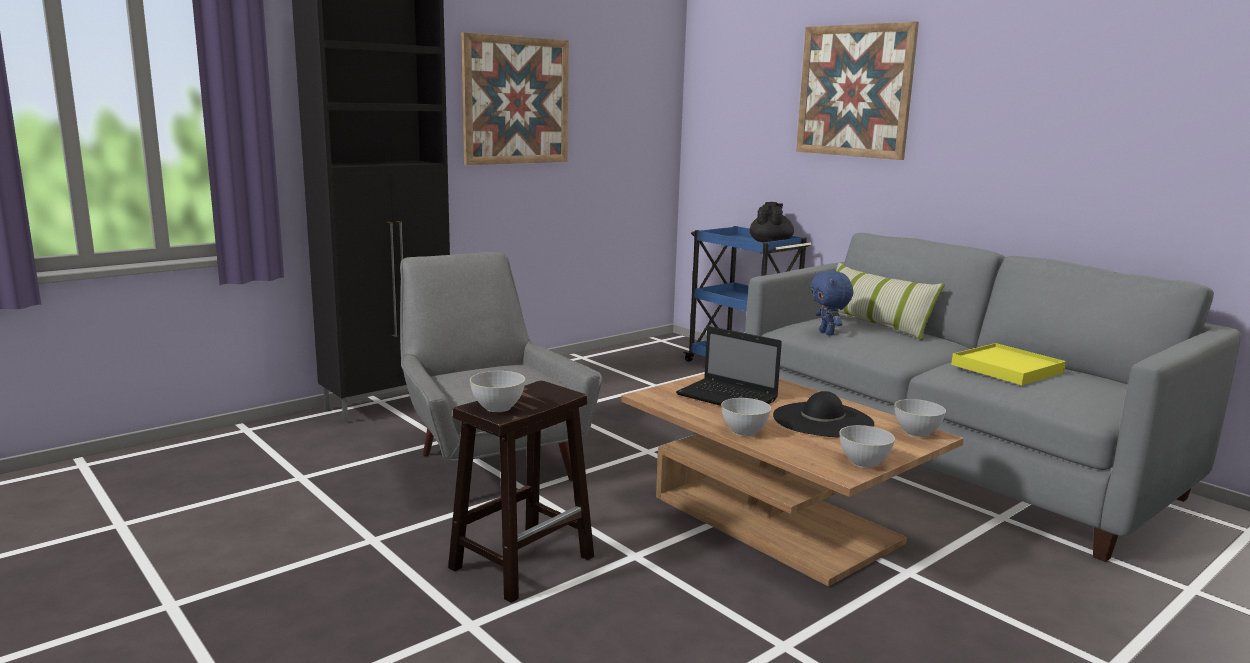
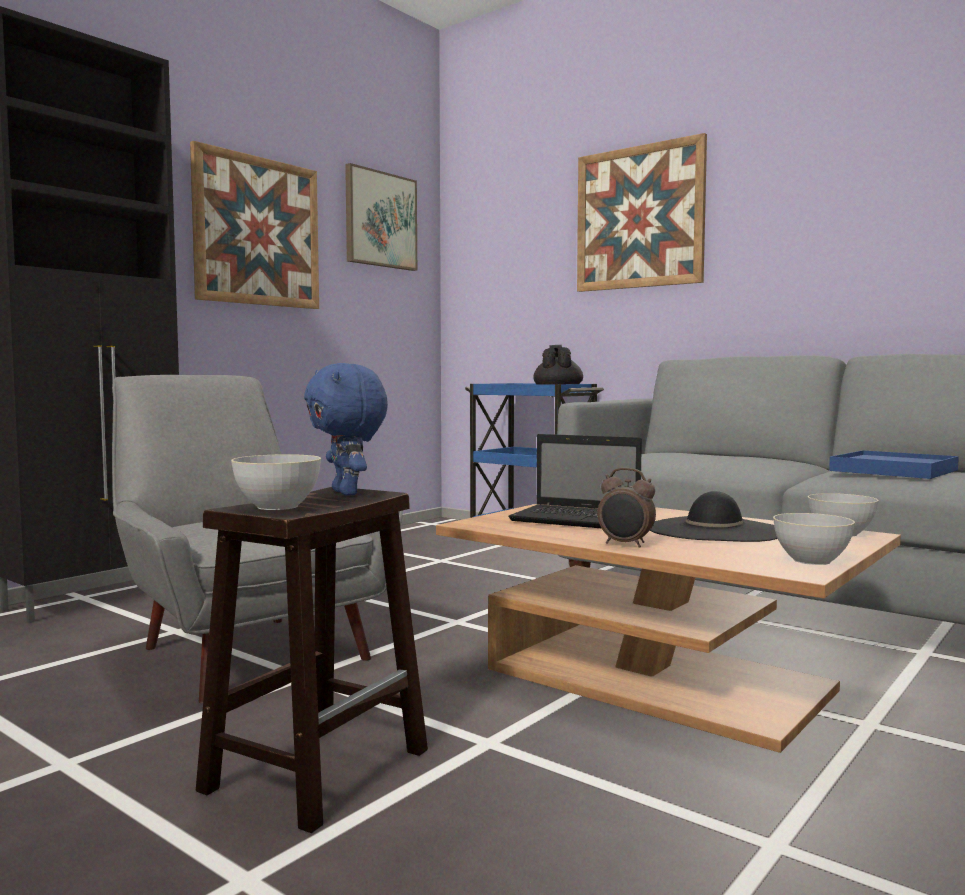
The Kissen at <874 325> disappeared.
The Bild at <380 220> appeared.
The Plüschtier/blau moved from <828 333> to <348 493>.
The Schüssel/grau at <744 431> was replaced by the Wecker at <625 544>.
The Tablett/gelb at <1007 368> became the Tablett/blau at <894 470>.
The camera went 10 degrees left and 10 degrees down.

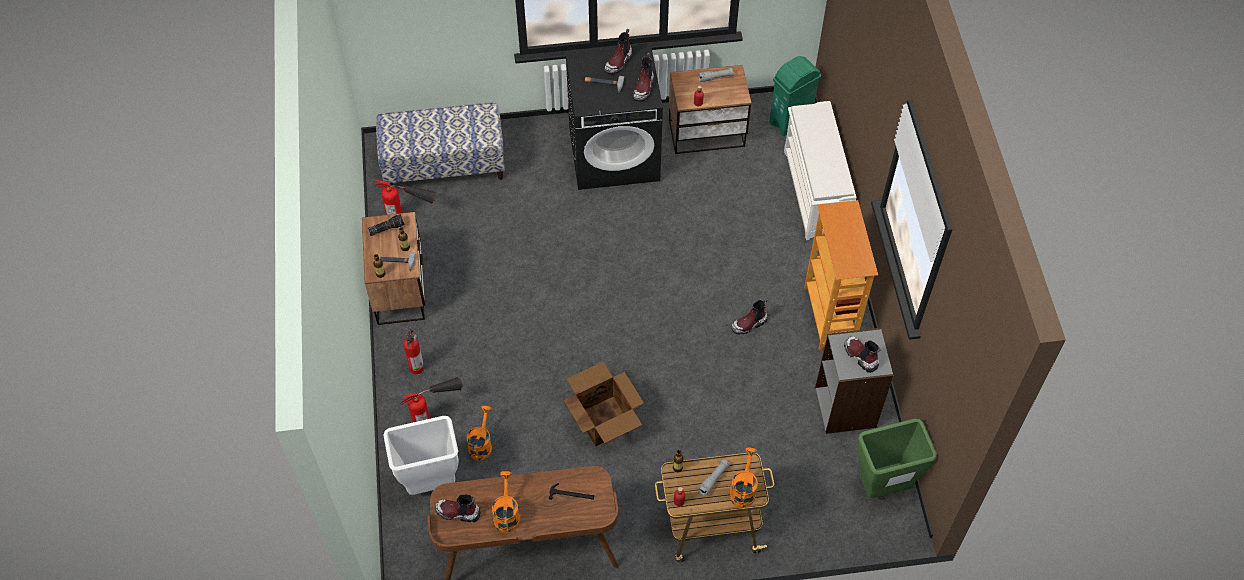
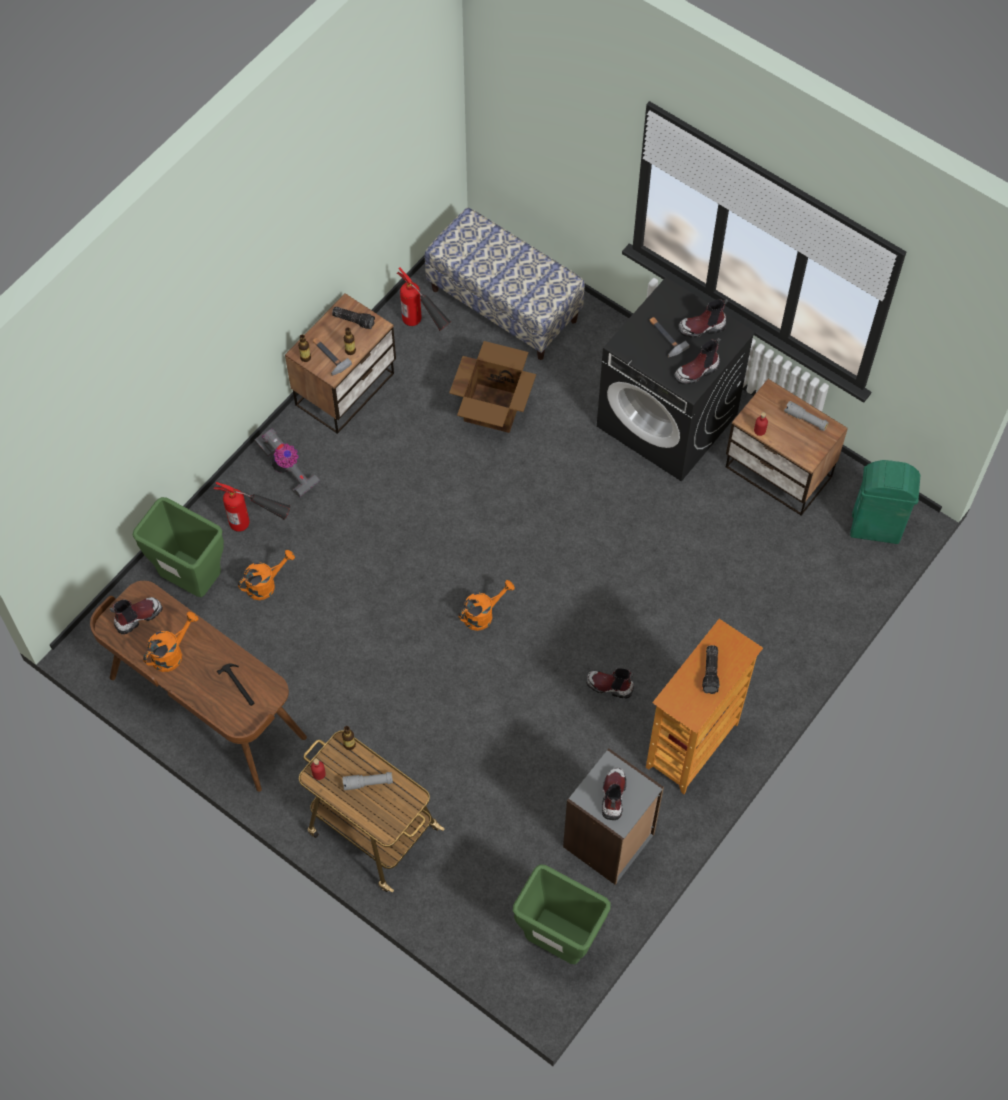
The Schuhregal/weiß at <814 193> disappeared.
The Taschenlampe at <711 672> appeared.
The Karton moved from <604 420> to <493 407>.
The Gießkanne/orange moved from <743 489> to <483 614>.
The Feuerlöscher at <416 366> was replaced by the Staubsauger at <287 470>.
The Mülleimer/weiß at <432 483> became the Mülleimer/grün at <193 581>.
The Stiefel at <458 512> turned 90 degrees clockwise.
The camera went 45 degrees right and 5 degrees up.

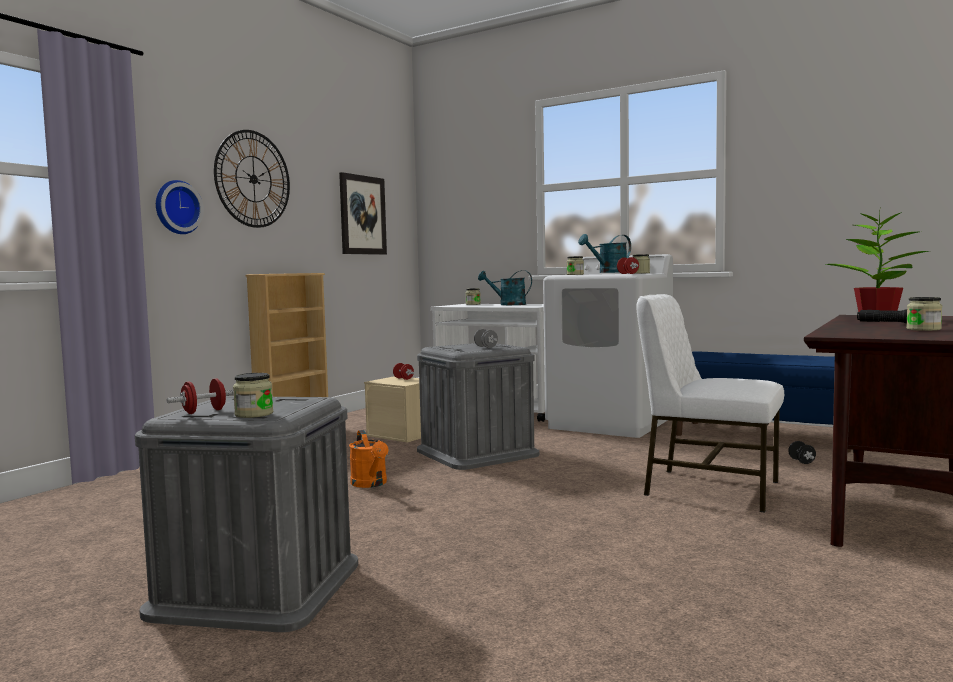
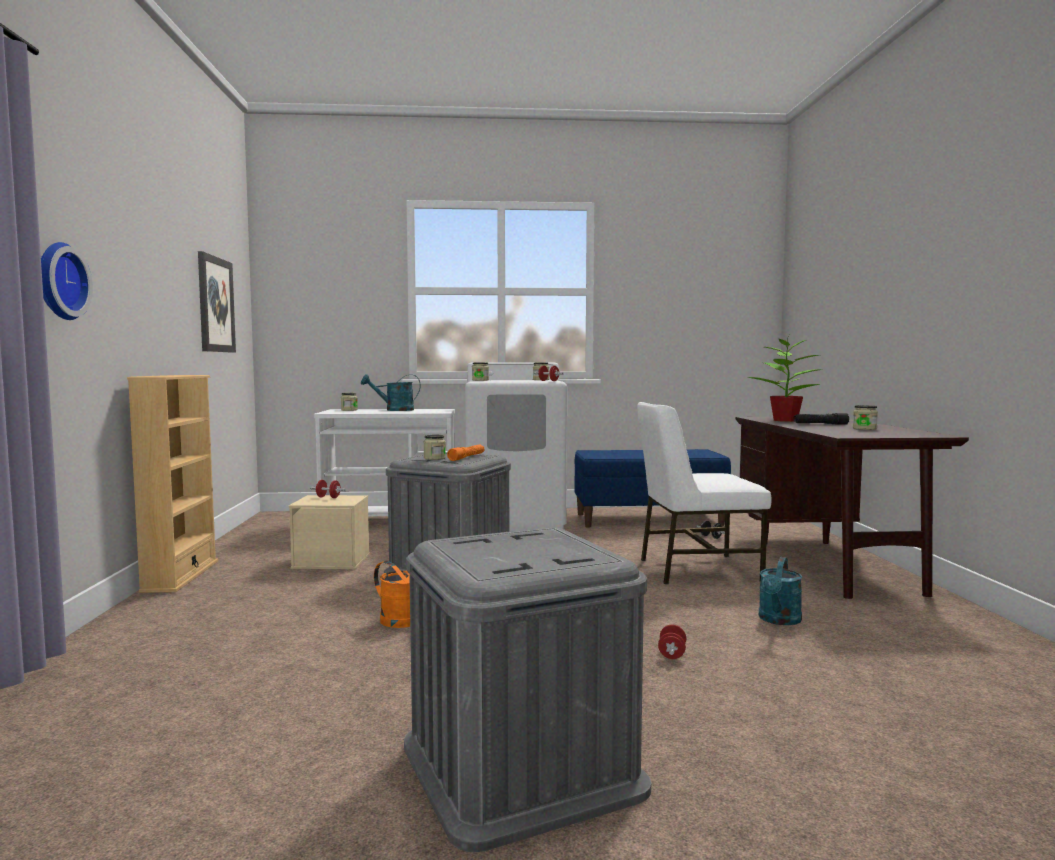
The Wanduhr at <253 179> disappeared.
The Hantel/rot moved from <204 412> to <672 654>.
The Vorratsglas moved from <254 414> to <434 458>.
The Gießkanne/türkis moved from <608 272> to <778 620>.
The Hantel/grau at <486 347> was replaced by the Taschenlampe/orange at <466 457>.
The camera went 35 degrees left and 0 degrees up.

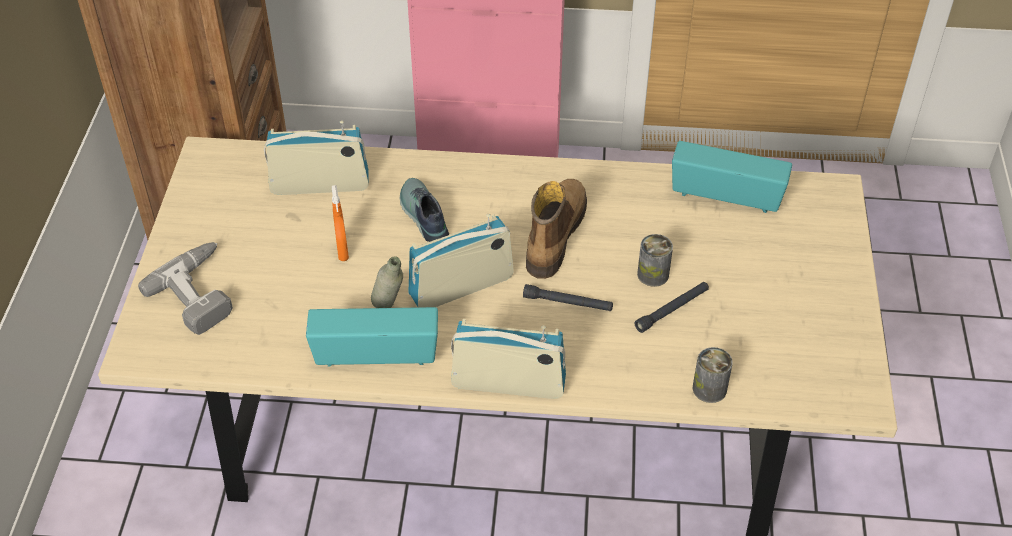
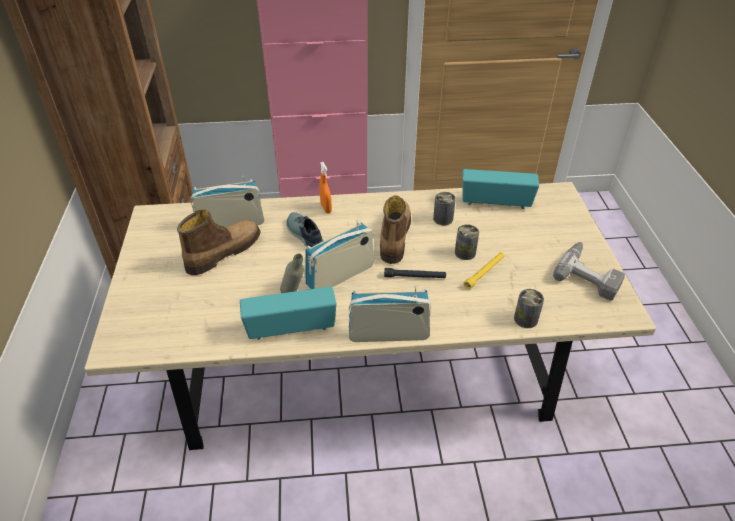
The Stiefel at <223 252> appeared.
The Dose at <443 219> appeared.
The Bohrmaschine moved from <202 293> to <590 274>.
The Sprühflasche/orange moved from <342 251> to <326 208>.
The Taschenlampe/schwarz at <672 310> became the Taschenlampe/gelb at <484 272>.
The camera went 10 degrees left and 5 degrees down.

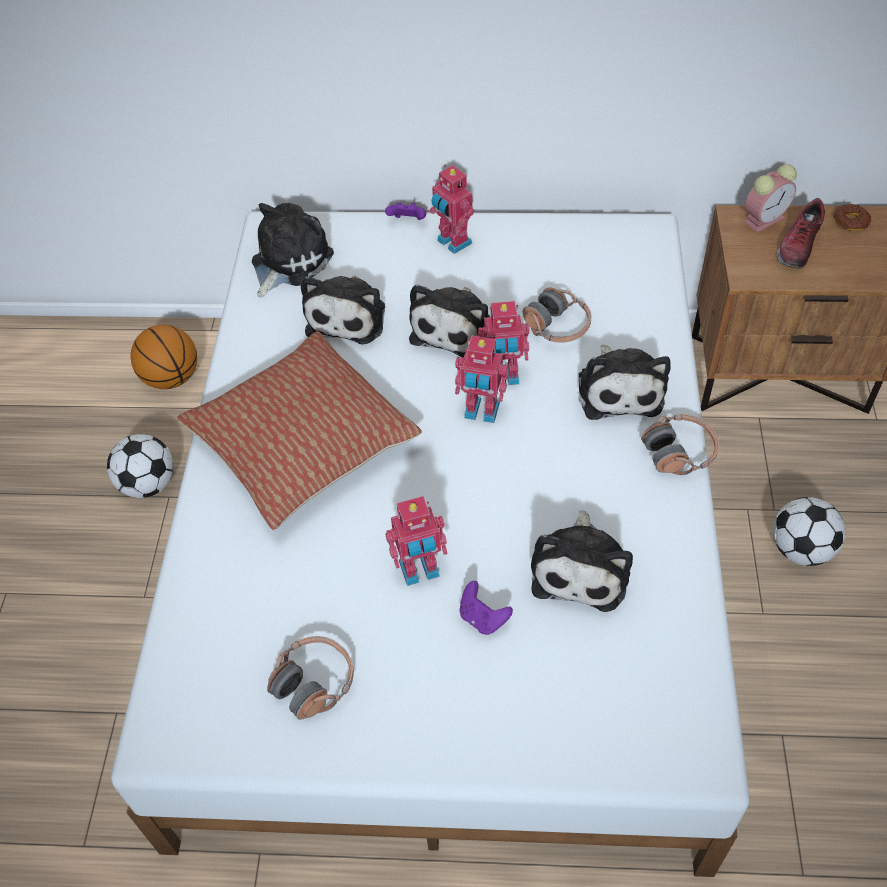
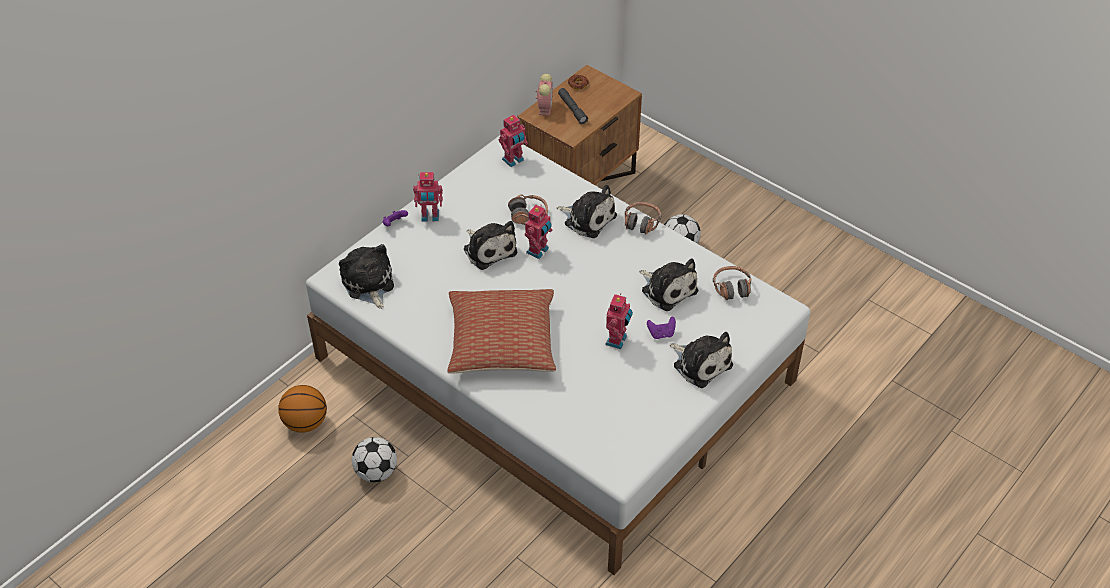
The Kopfhörer moved from <314 683> to <732 288>.
The Plüschtier moved from <348 316> to <700 363>.
The Spielzeugroboter moved from <481 412> to <514 160>.
The Schuh at <797 245> was replaced by the Taschenlampe/grau at <572 109>.
The camera went 55 degrees left and 5 degrees down.

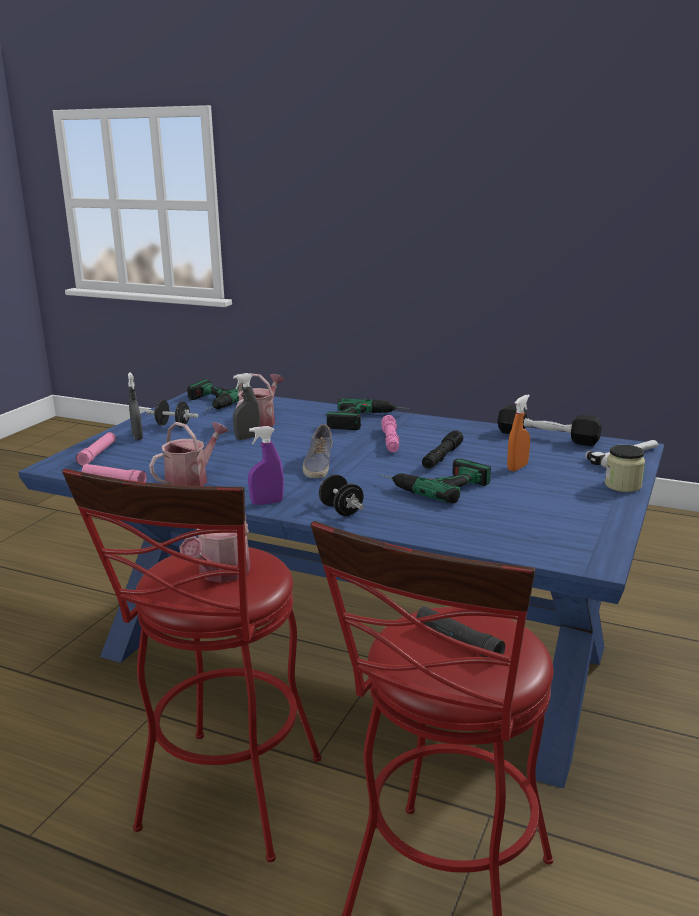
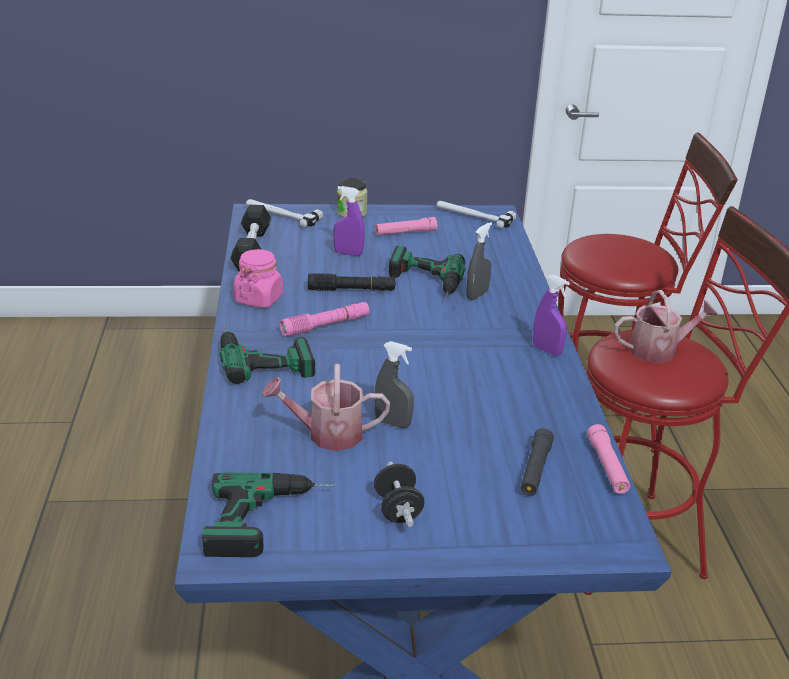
The Gießkanne at <191 479> disappeared.
The Schuh at <318 465> disappeared.
The Hantel/schwarz at <341 510> disappeared.
The Vorratsglas/rosa at <259 298> appeared.
The Hammer at <473 216> appeared.
The Taschenlampe/rosa moved from <98 454> to <405 233>.
The Sprühflasche/grau moved from <137 437> to <477 295>.
The Taschenlampe/schwarz moved from <458 641> to <535 469>.
The Sprühflasche/orange at <517 467> became the Sprühflasche/lila at <348 253>.
The camera went 120 degrees left and 10 degrees up.

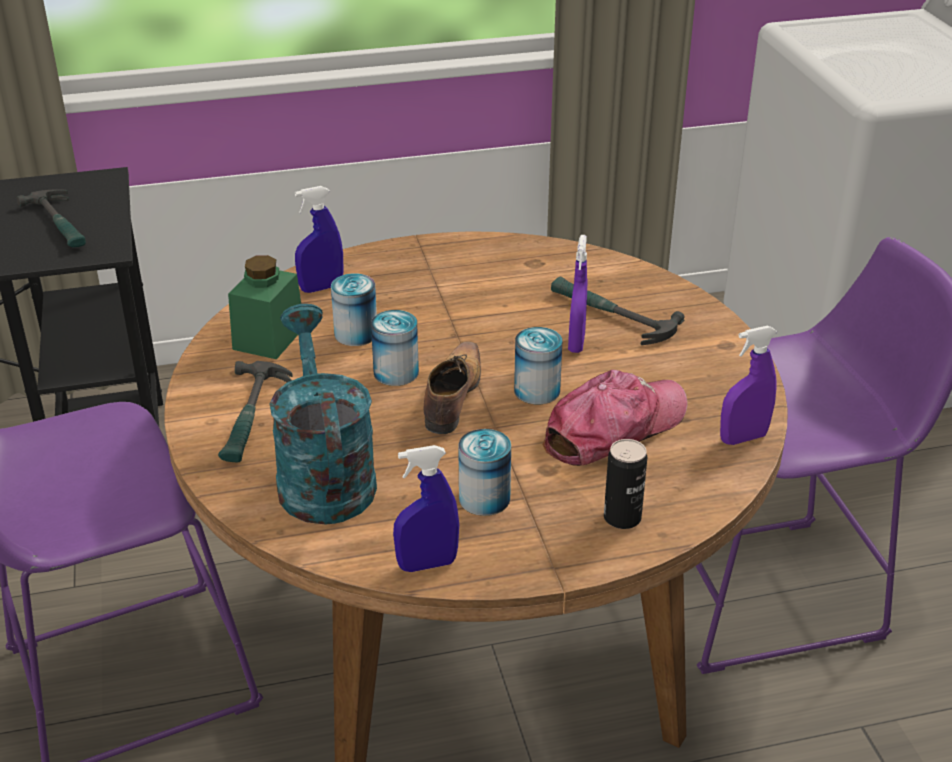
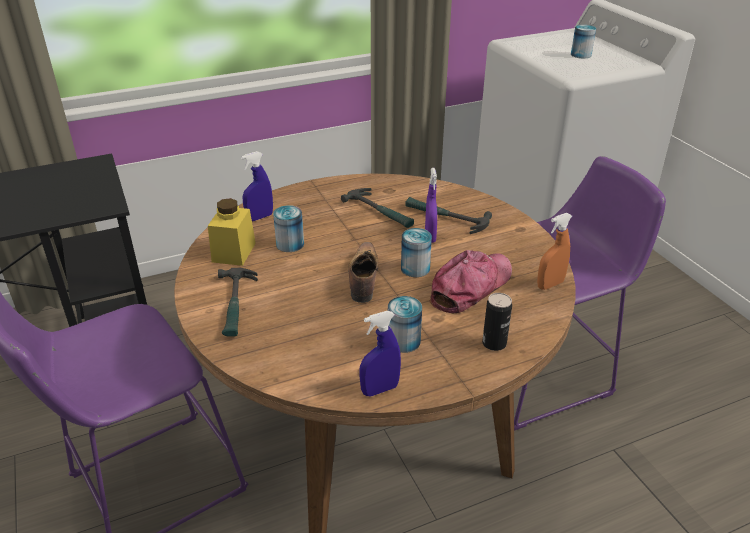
The Gießkanne/türkis at <323 475> disappeared.
The Hammer moved from <61 224> to <380 212>.
The Dose moved from <396 372> to <581 55>.
The Vorratsglas/grün at <269 338> became the Vorratsglas/gelb at <234 252>.
The Sprühflasche/lila at <743 438> became the Sprühflasche/orange at <550 284>.
The camera went 10 degrees left and 0 degrees up.

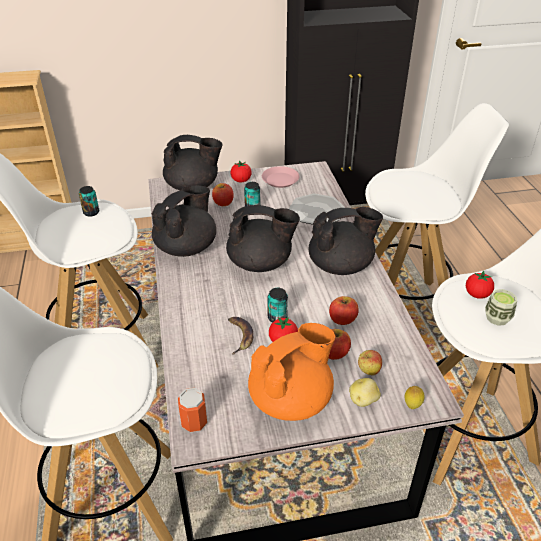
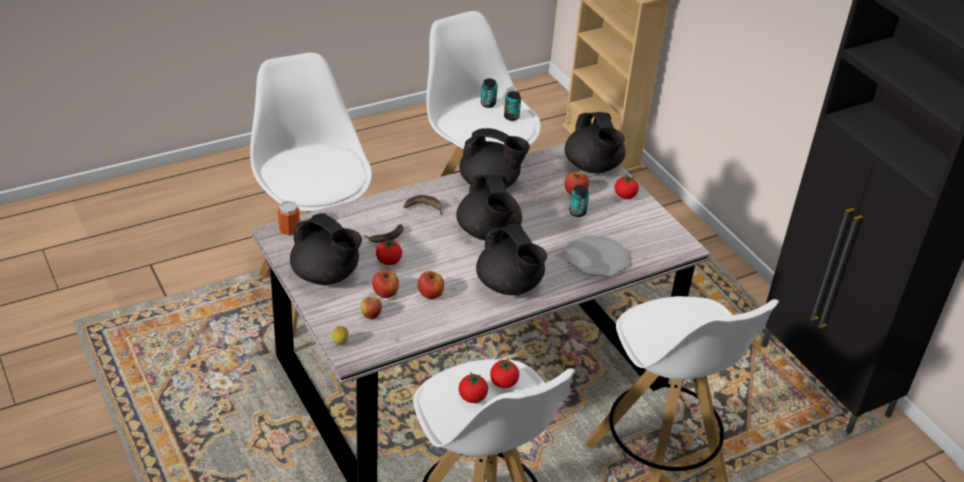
The Teller/rosa at <280 180> disappeared.
The Kartoffel at <363 400> disappeared.
The Banane at <423 207> appeared.
The Dose moved from <277 318> to <488 104>.
The Tasse at <497 318> was replaced by the Tomate at <472 397>.
The Teekanne/orange at <291 399> became the Teekanne/schwarz at <326 275>.
The camera went 70 degrees right and 0 degrees up.

